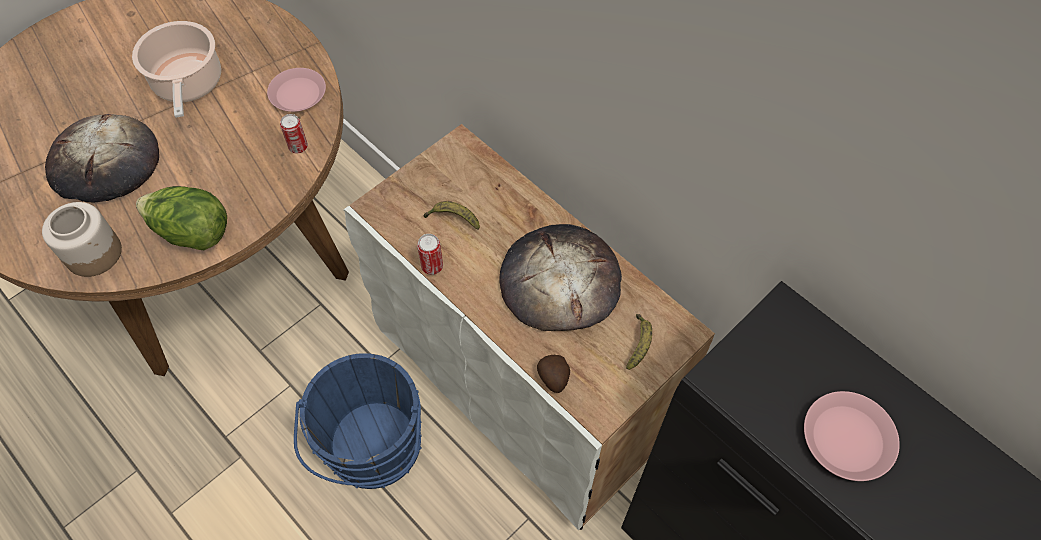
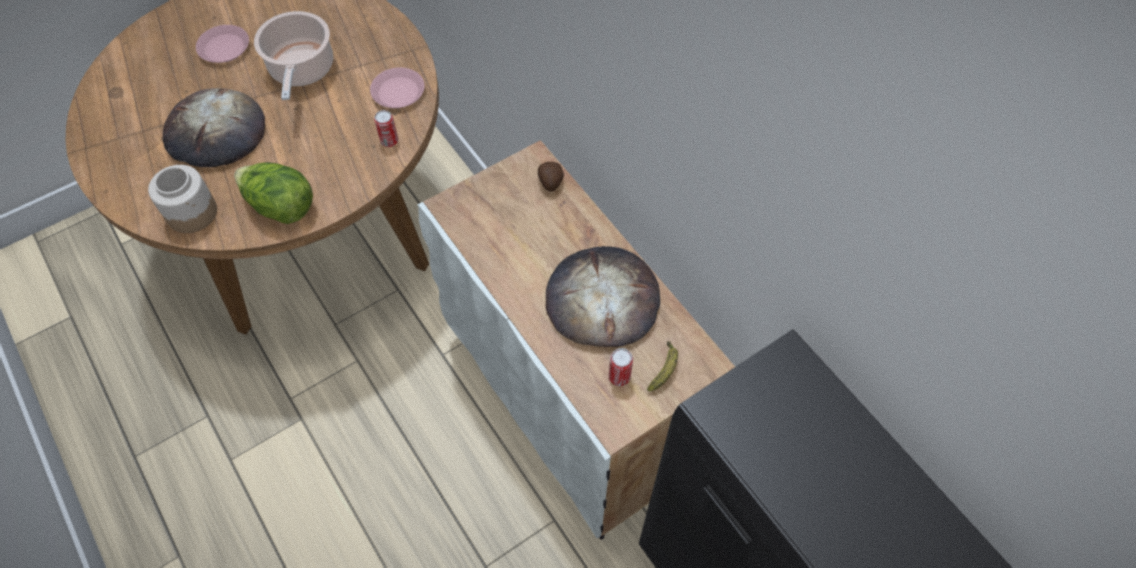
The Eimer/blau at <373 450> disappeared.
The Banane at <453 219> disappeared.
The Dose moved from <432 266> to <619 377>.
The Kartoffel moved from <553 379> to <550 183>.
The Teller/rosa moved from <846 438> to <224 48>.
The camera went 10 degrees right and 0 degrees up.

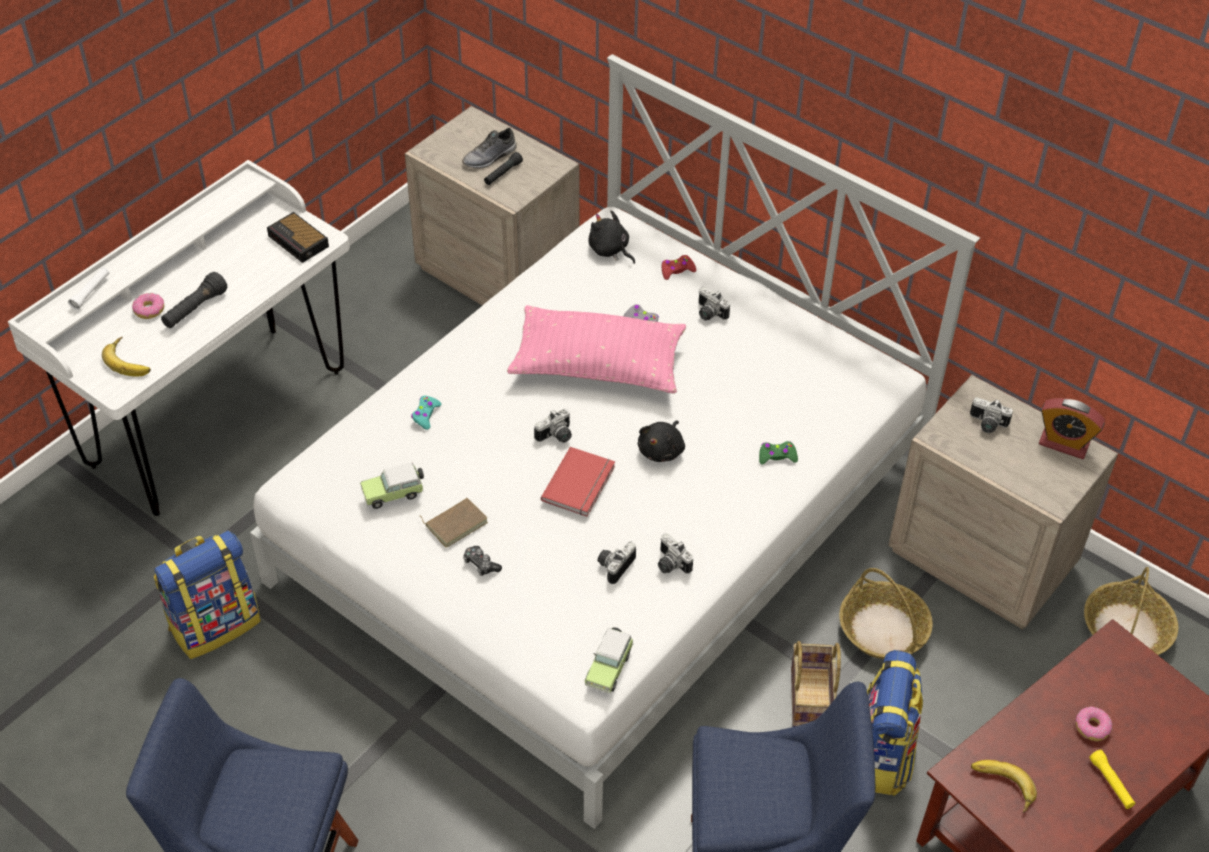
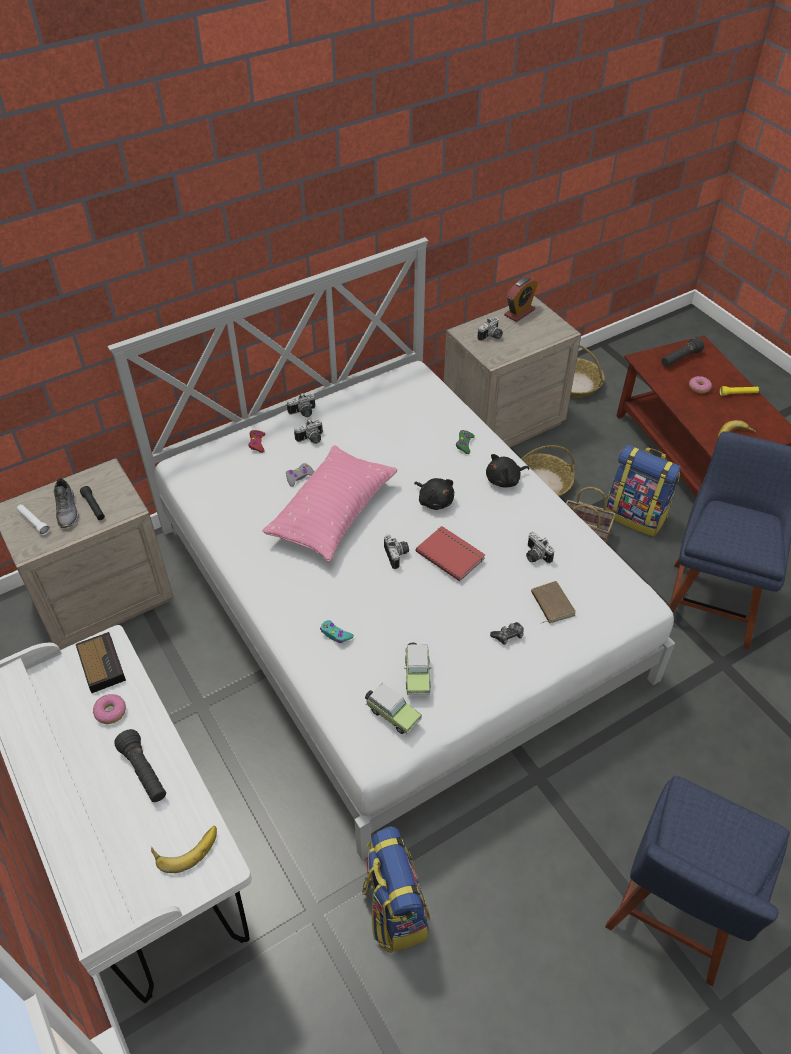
The Taschenlampe/schwarz at <680 359> appeared.
The Taschenlampe/weiß moved from <91 292> to <34 522>.
The Donut moved from <149 310> to <111 712>.
The Buch/braun moved from <455 523> to <551 604>.
The Spielzeugauto moved from <609 667> to <392 714>.
The Plüschtier/schwarz moved from <610 250> to <504 480>.
The Kamera moved from <670 564> to <303 413>.
The Wecker at <299 242> turned 90 degrees counterclockwise.
The camera went 70 degrees left and 0 degrees up.

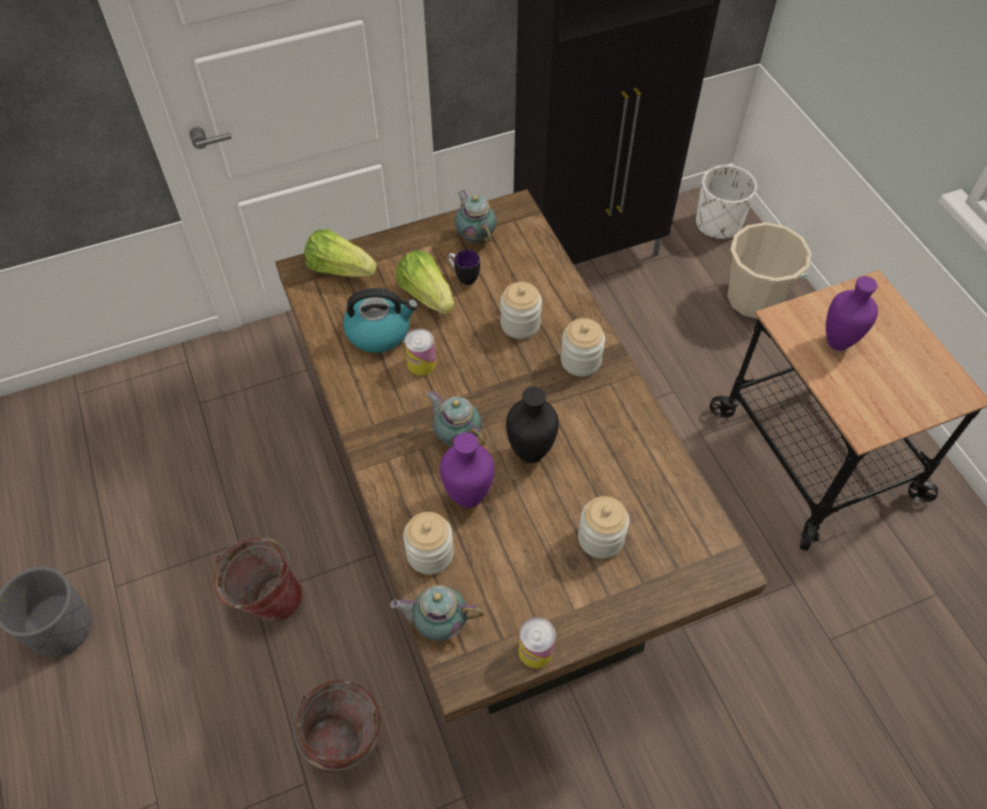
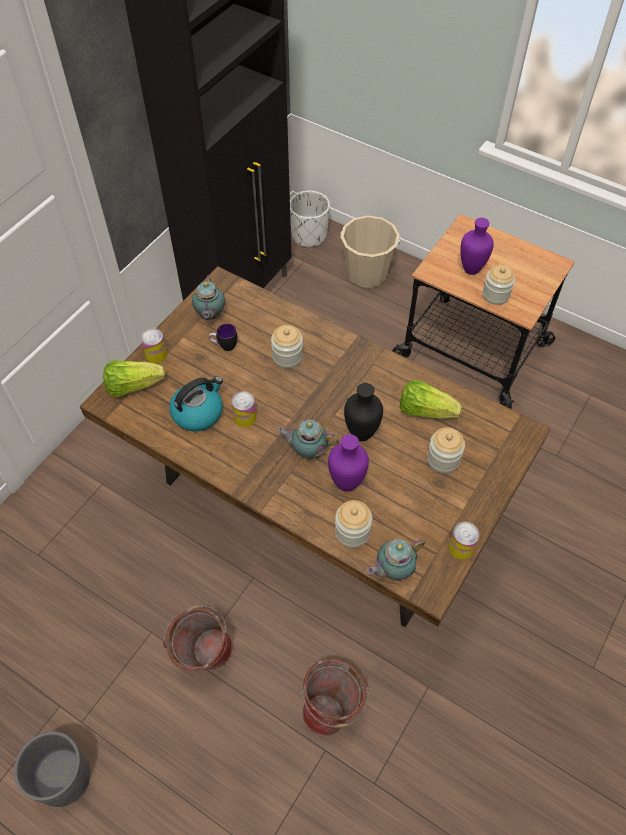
The Dose at <156 355> appeared.
The Salatkopf moved from <427 295> to <425 411>.
The Vorratsglas moved from <580 360> to <495 295>.
The Teekanne at <475 237> turned 120 degrees counterclockwise.
The camera went 35 degrees left and 0 degrees up.

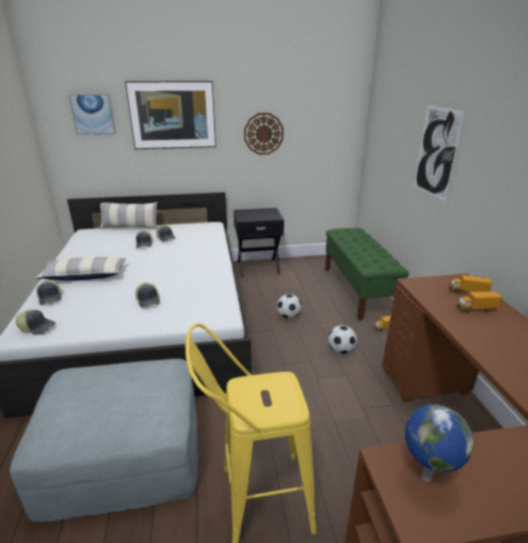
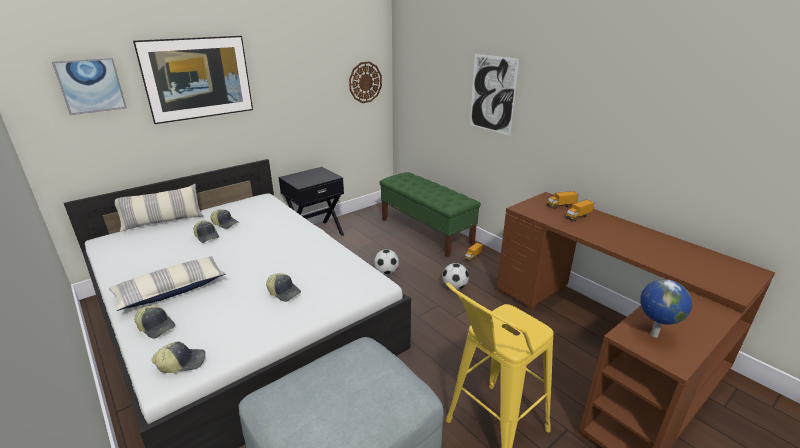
The Wanduhr moved from <263 134> to <365 82>.
The camera went 30 degrees left and 0 degrees up.

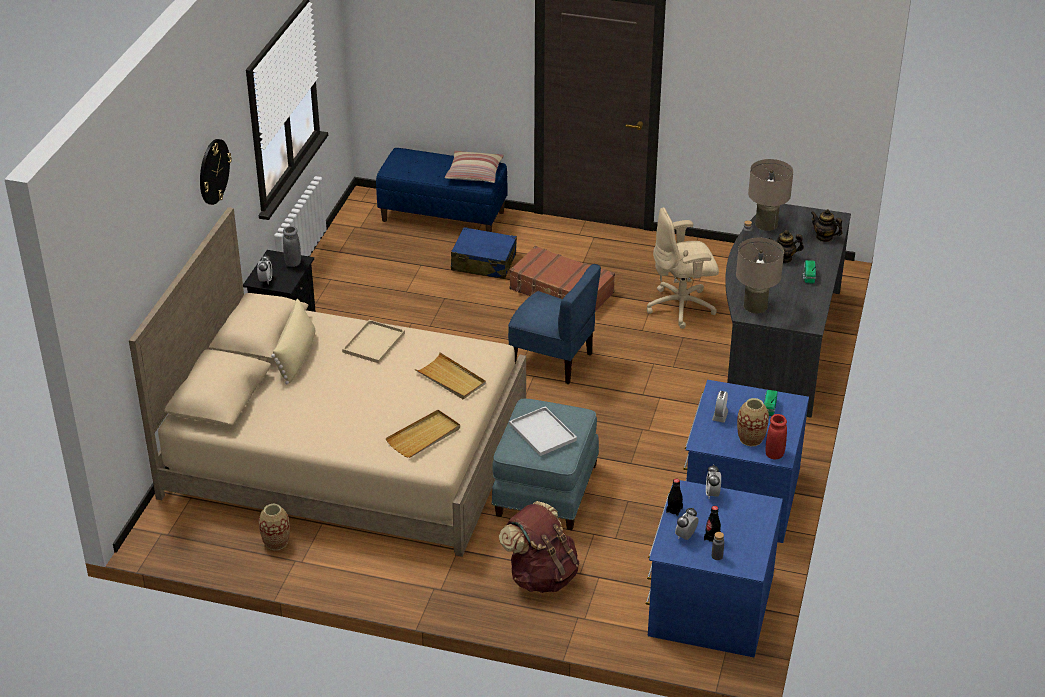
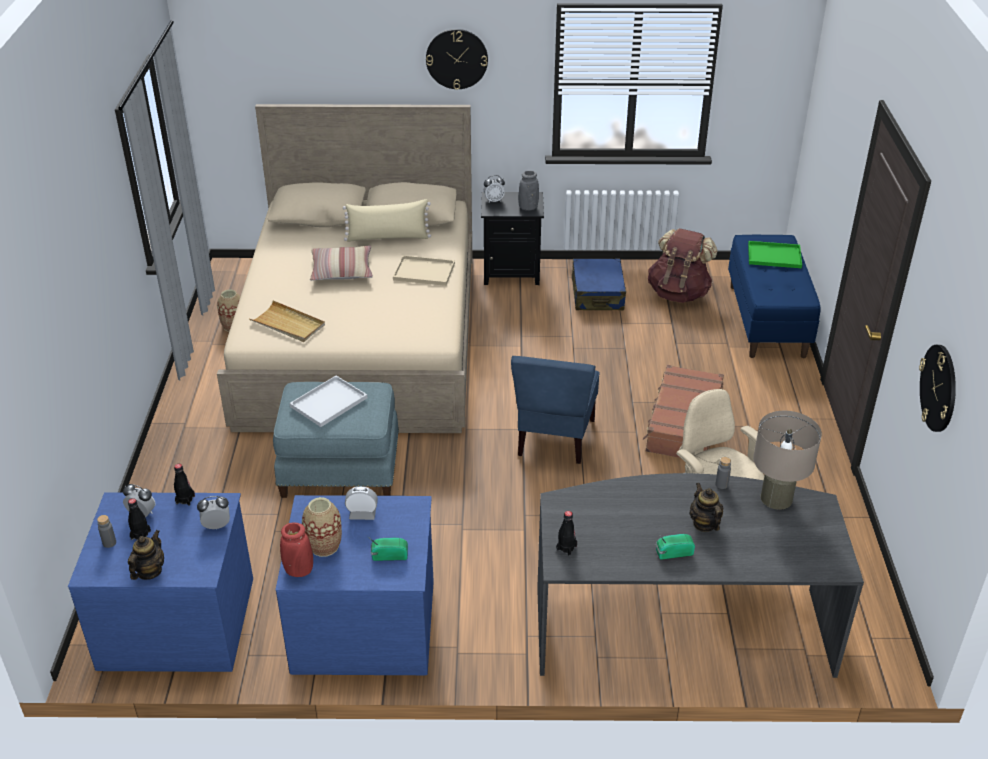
The Tablett/beige at <451 379> disappeared.
The Tischlampe/beige at <755 306> disappeared.
The Flasche/schwarz at <566 548> appeared.
The Tablett/grün at <775 255> appeared.
The Wanduhr at <939 388> appeared.
The Kissen moved from <474 173> to <342 270>.
The Koffer/blau moved from <483 263> to <597 294>.
The Rucksack/braun moved from <541 576> to <679 293>.
The Teekanne moved from <824 237> to <149 571>.
The camera went 75 degrees right and 0 degrees up.

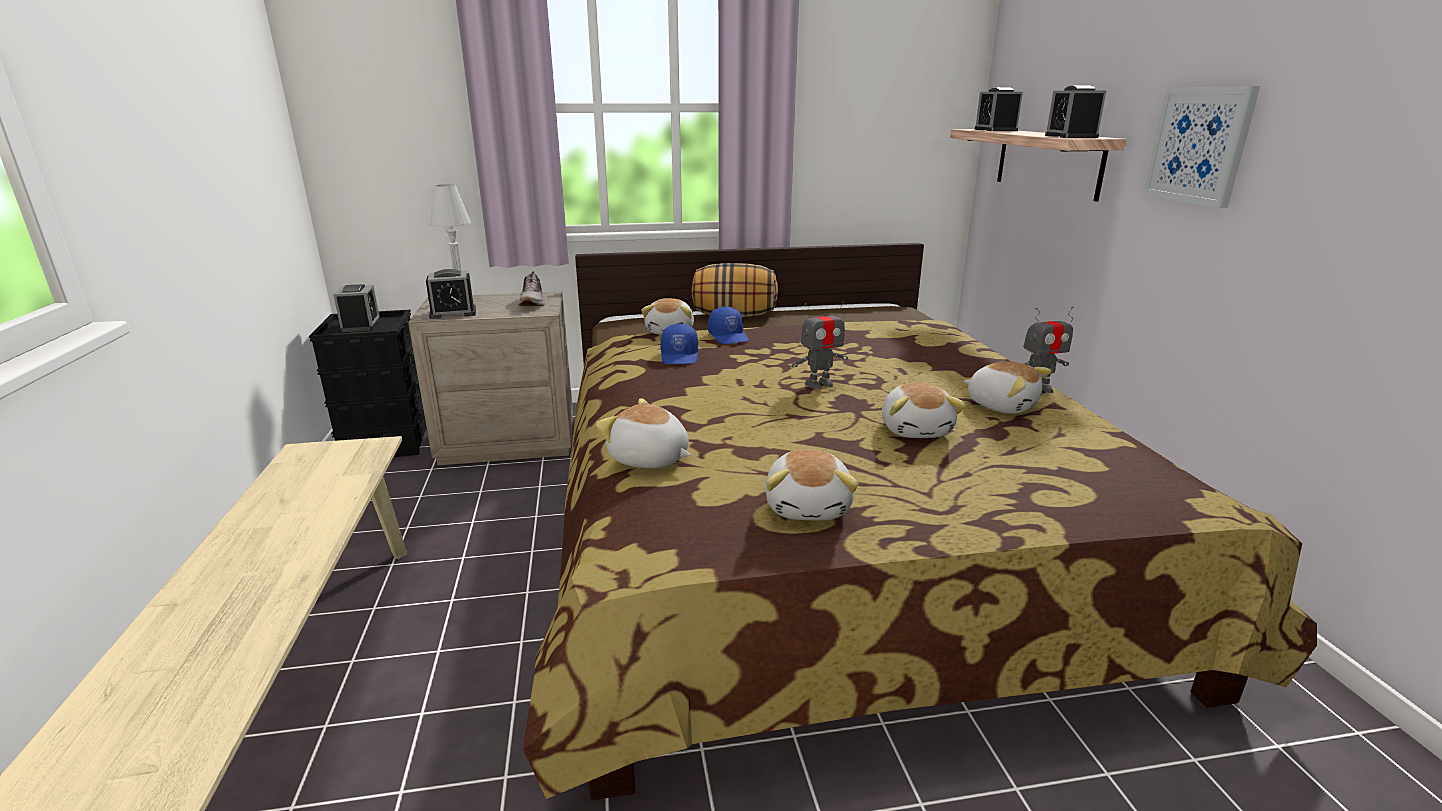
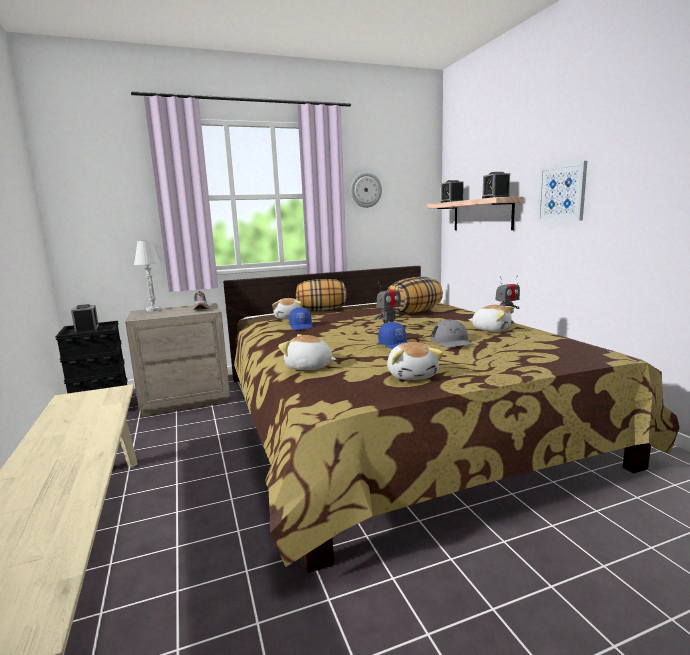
The Wecker at <453 313> disappeared.
The Wanduhr at <366 190> appeared.
The Kissen at <414 312> appeared.
The Kappe/blau moved from <729 337> to <397 345>.
The Plüschtier at <916 429> was replaced by the Kappe/grau at <452 342>.
The camera went 10 degrees left and 10 degrees down.

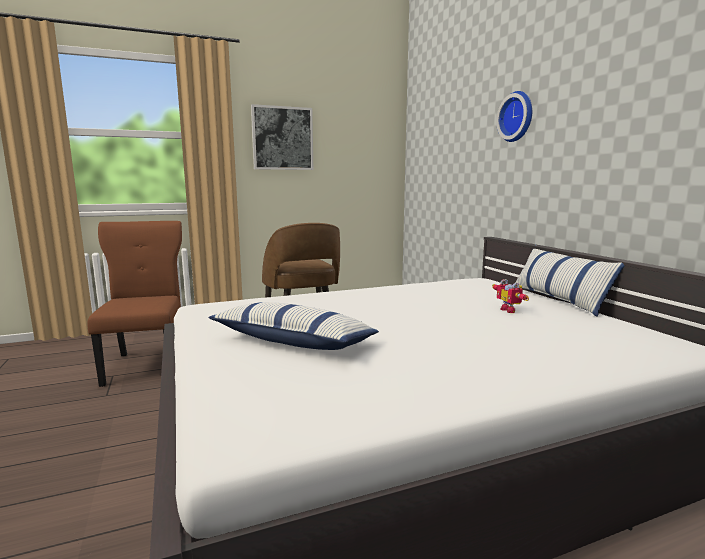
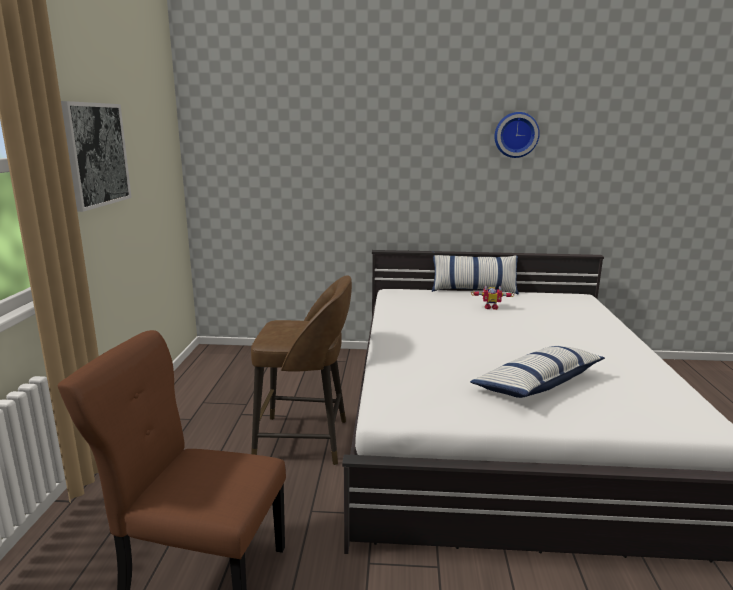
The Wanduhr moved from <517 117> to <516 135>.
The camera went 65 degrees left and 5 degrees up.

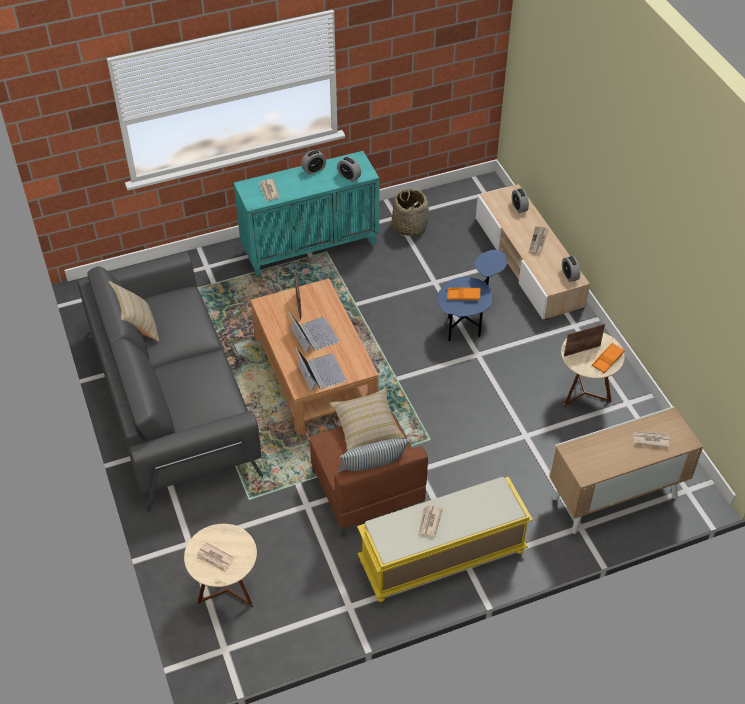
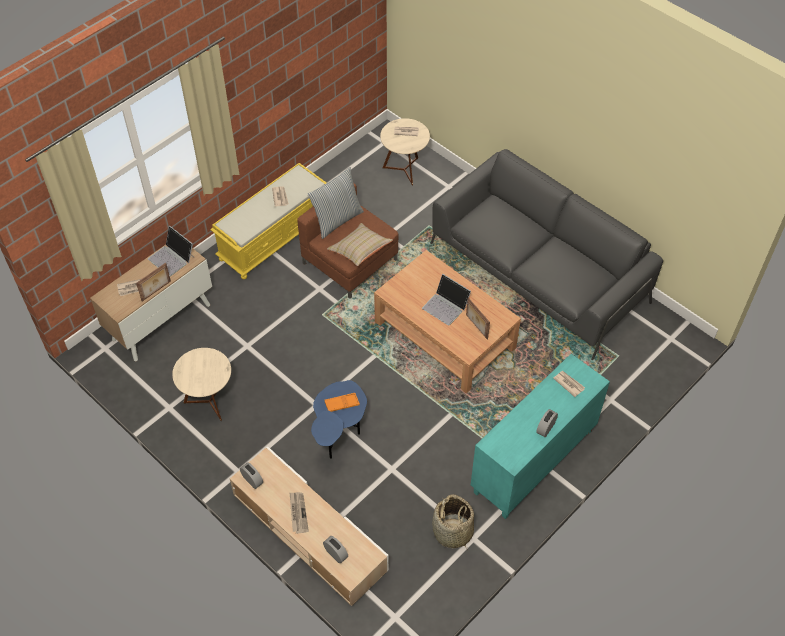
The Kissen/beige at <138 327> disappeared.
The Wecker at <349 176> disappeared.
The Tablett/orange at <607 360> disappeared.
The Laptop moved from <320 372> to <172 258>.
The Bilderrahmen moved from <581 350> to <156 291>.
The camera went 155 degrees right and 5 degrees up.

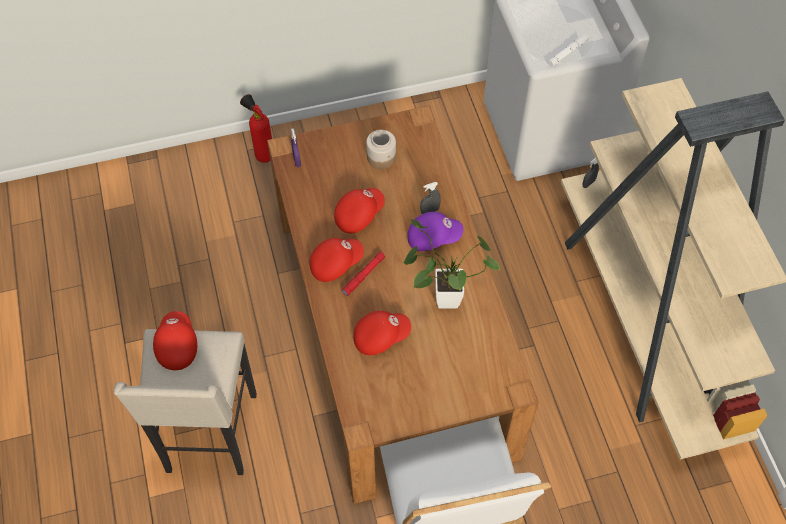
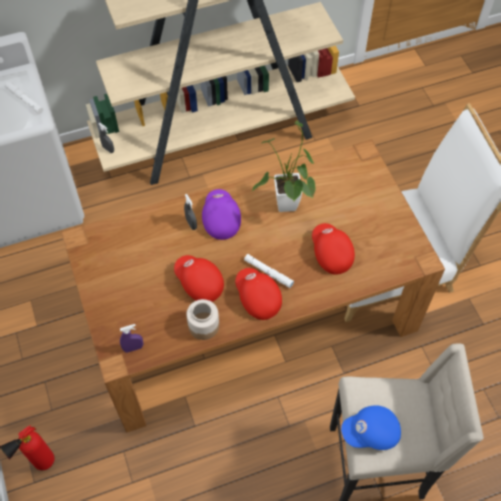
The Vorratsglas moved from <381 157> to <204 325>.
The Kappe/rot at <176 345> became the Kappe/blau at <371 433>.
The Taschenlampe/rot at <363 275> became the Taschenlampe/weiß at <268 272>.
The camera went 95 degrees left and 0 degrees up.

